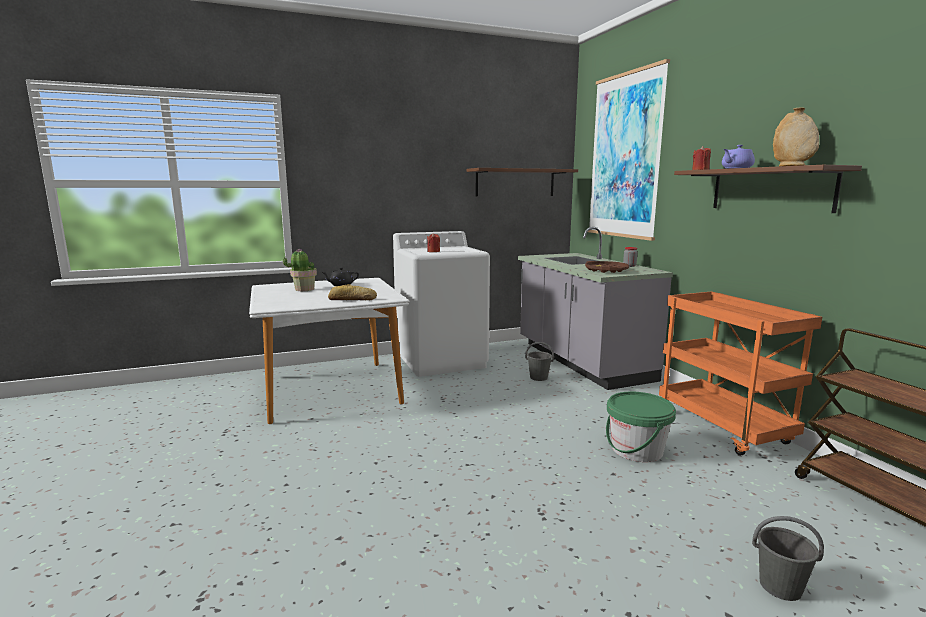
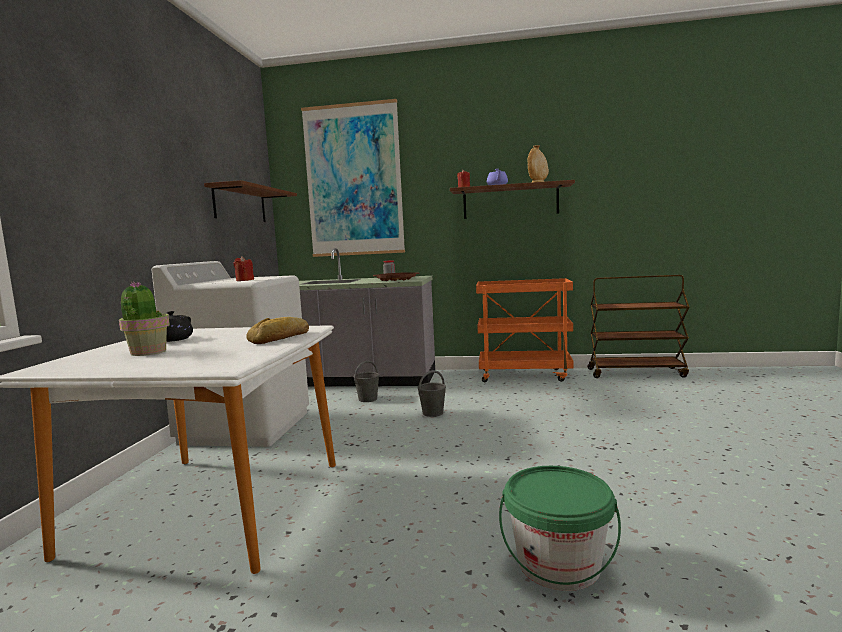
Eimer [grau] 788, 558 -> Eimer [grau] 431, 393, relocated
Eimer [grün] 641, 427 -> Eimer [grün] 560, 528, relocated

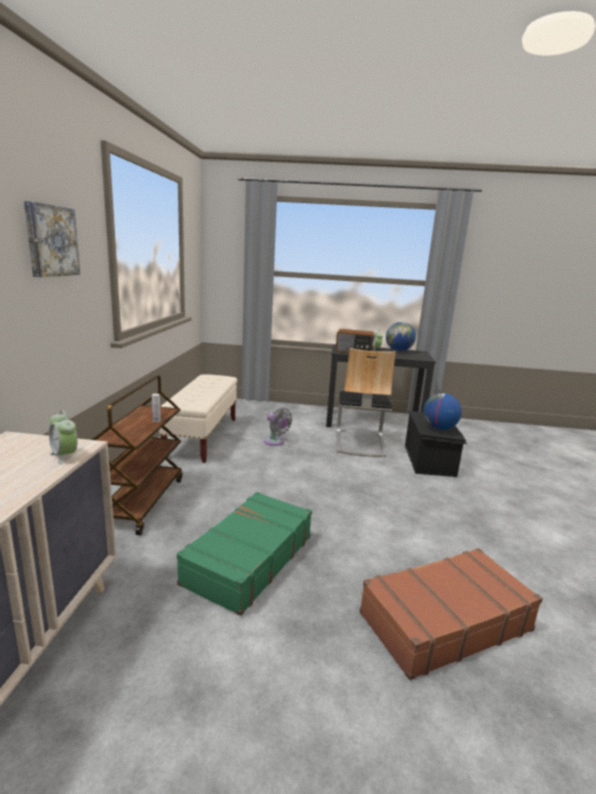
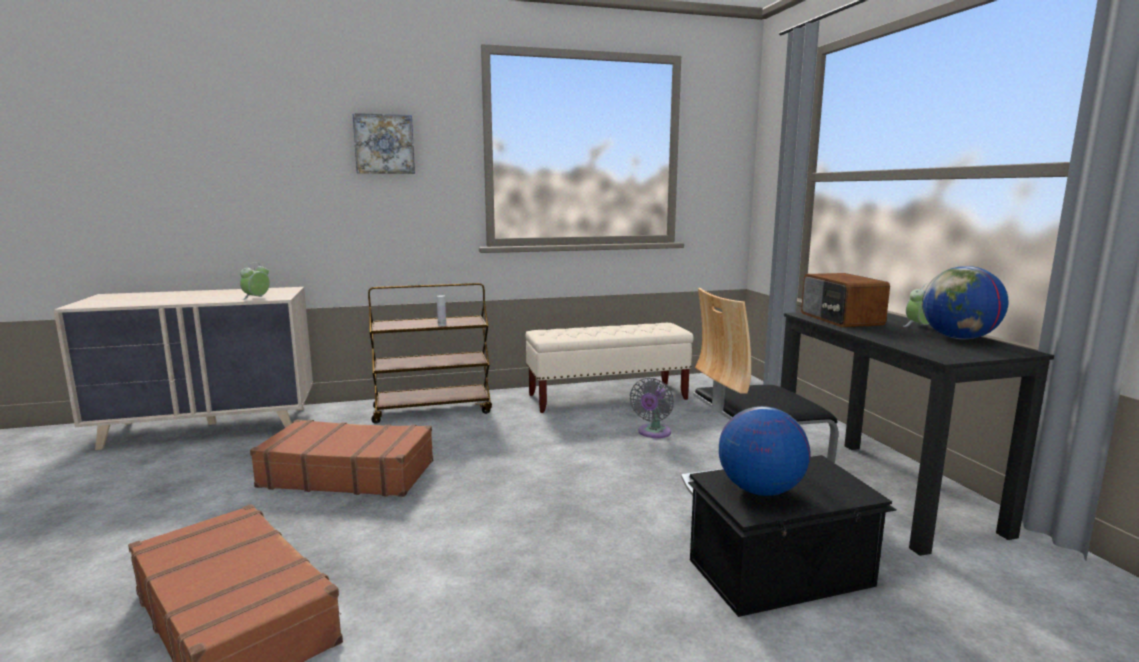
Koffer [grün] 244, 554 -> Koffer [braun] 341, 458

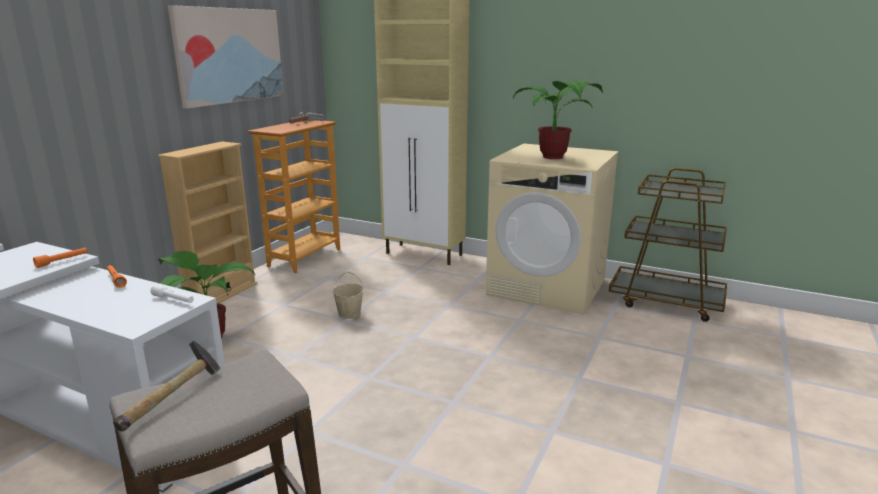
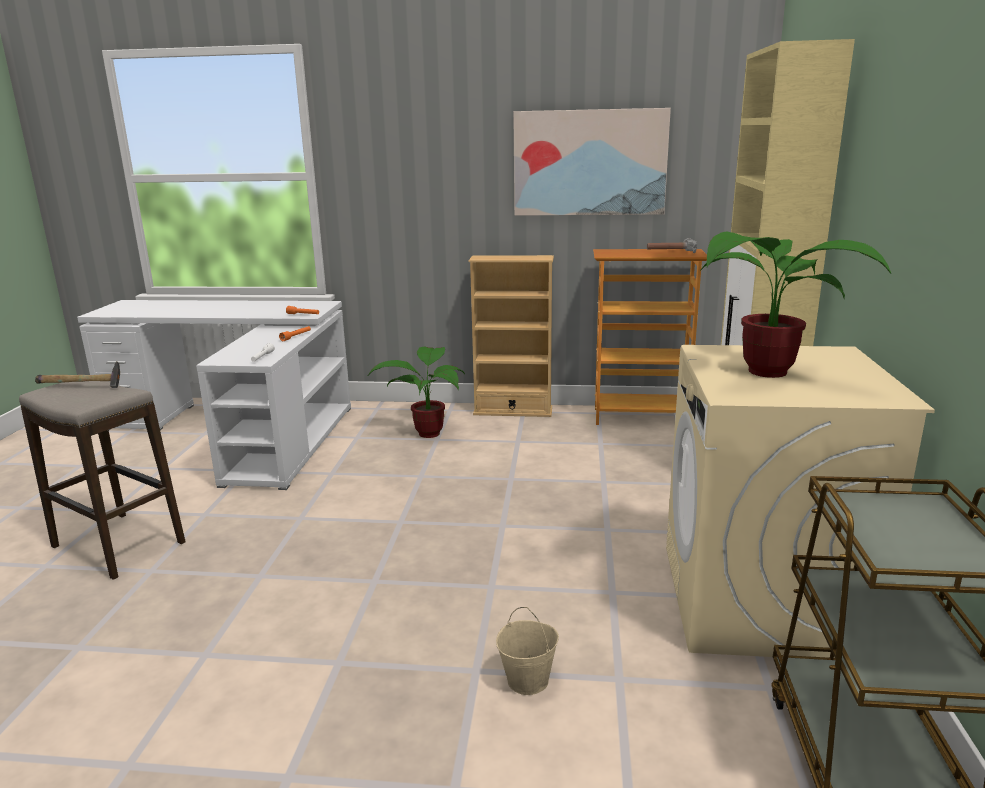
Eimer [beige] 348, 295 -> Eimer [beige] 527, 651, relocated

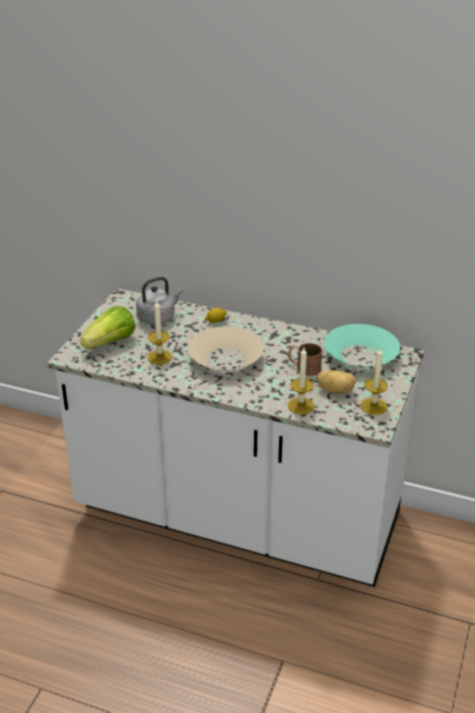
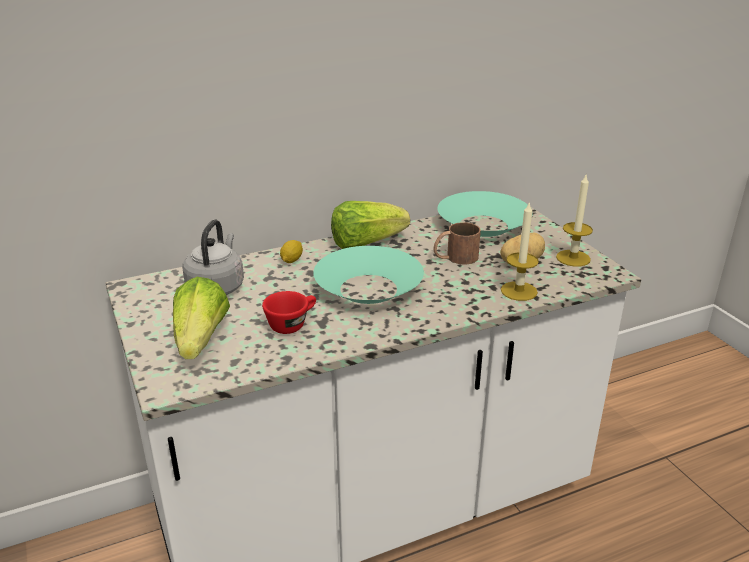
Kerze 160, 333 -> Tasse [rot] 289, 312
Schüssel [beige] 226, 349 -> Schüssel [türkis] 368, 275
none -> Salatkopf 370, 225

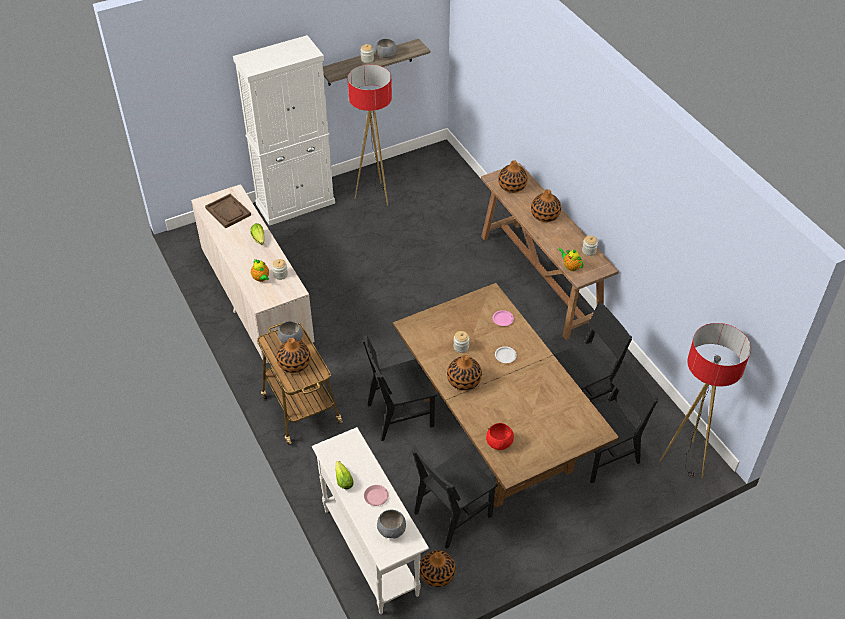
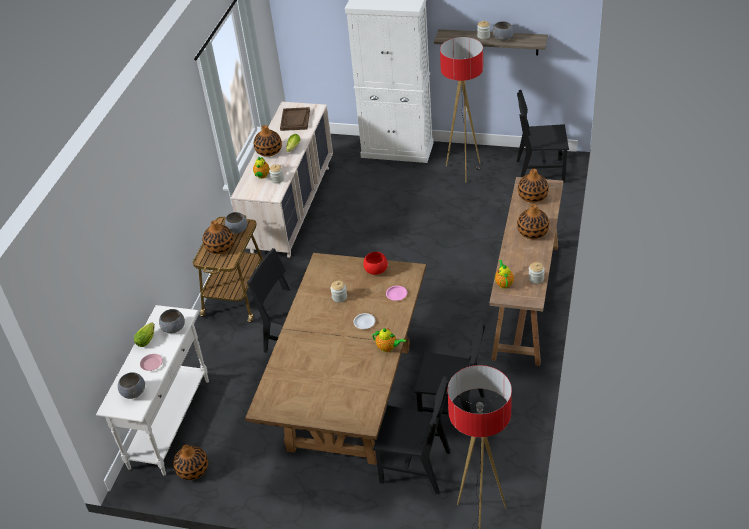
none -> Schüssel [grau] 172, 321
Vase 464, 372 -> Vase 268, 141, relocated
Schüssel [rot] 500, 436 -> Schüssel [rot] 375, 263, relocated
none -> Teekanne 389, 340
Stuhl [schwarz] 455, 497 -> Stuhl [schwarz] 543, 136, relocated

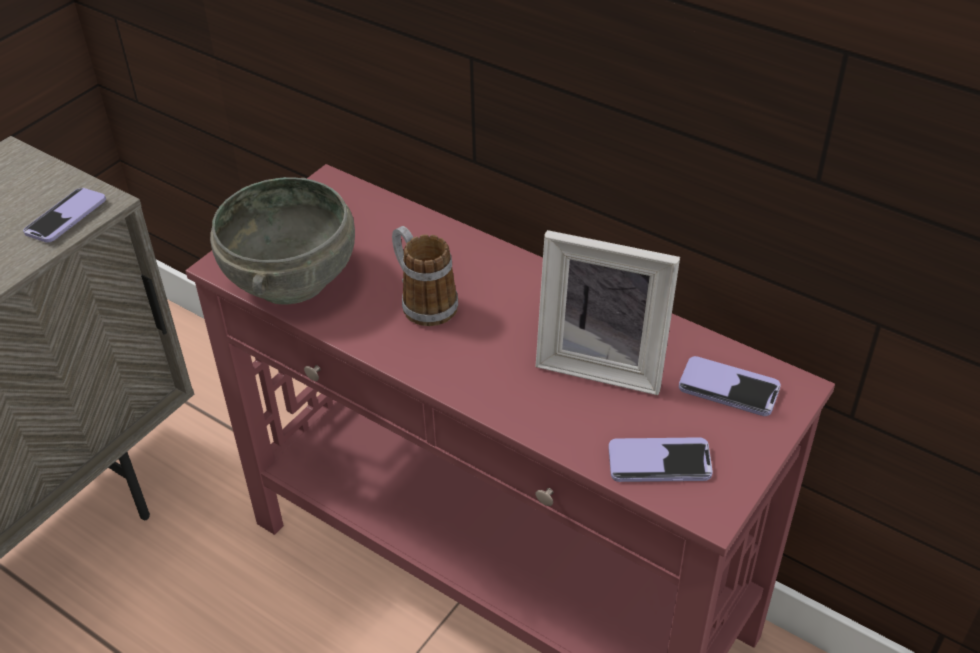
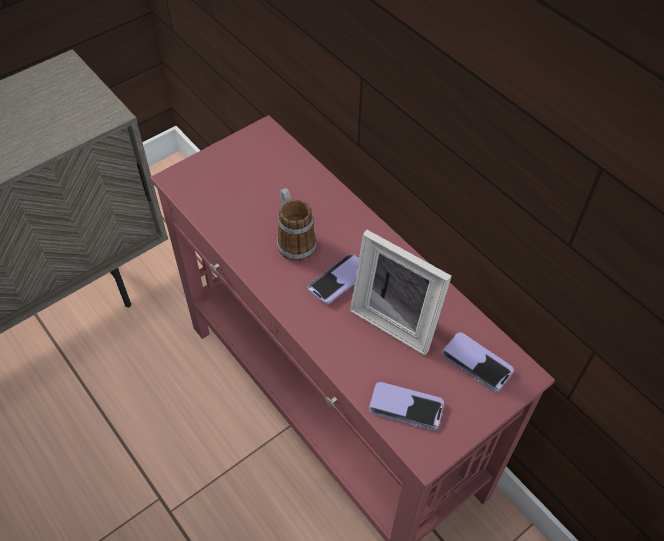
Handy 64, 215 -> Handy 333, 279, relocated
Schüssel [grau] 282, 241 -> none

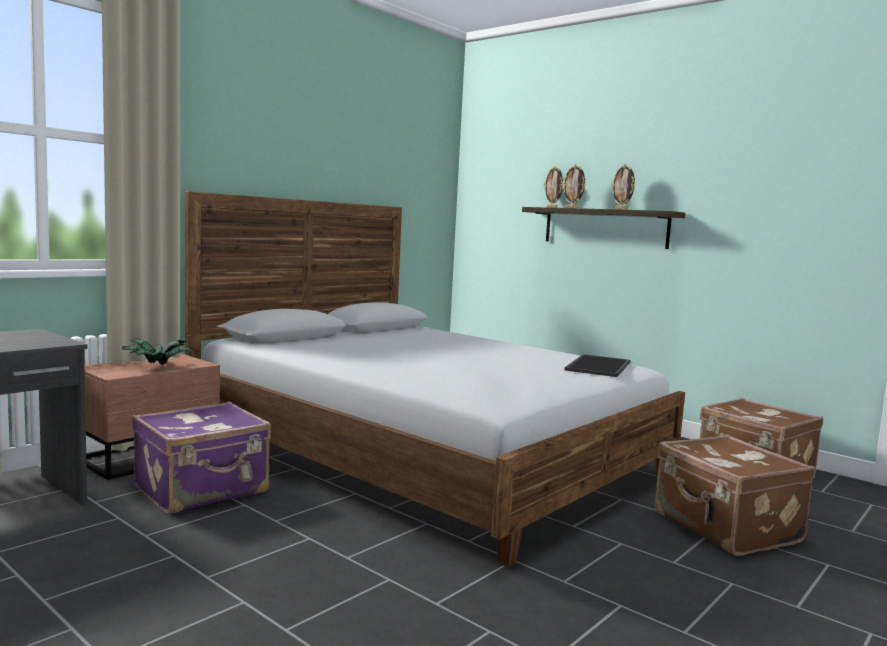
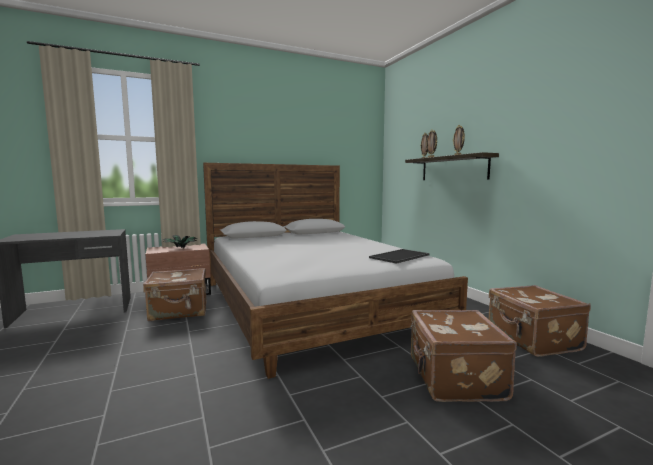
Koffer [lila] 201, 457 -> Koffer [braun] 175, 294

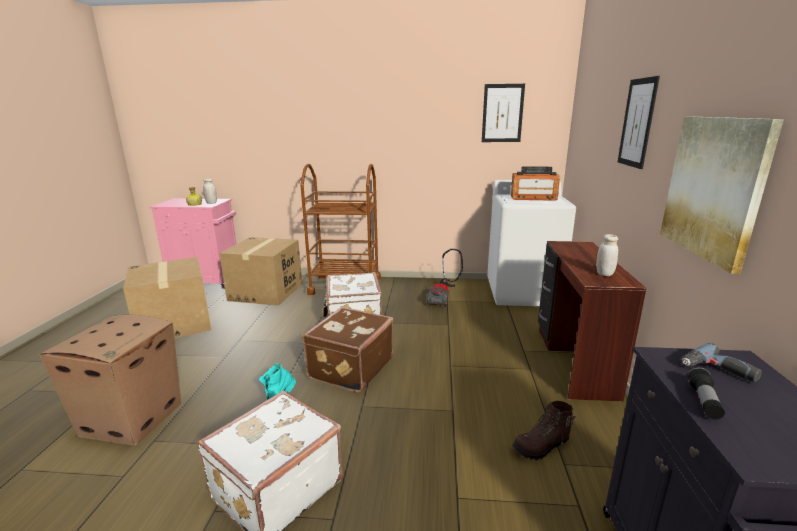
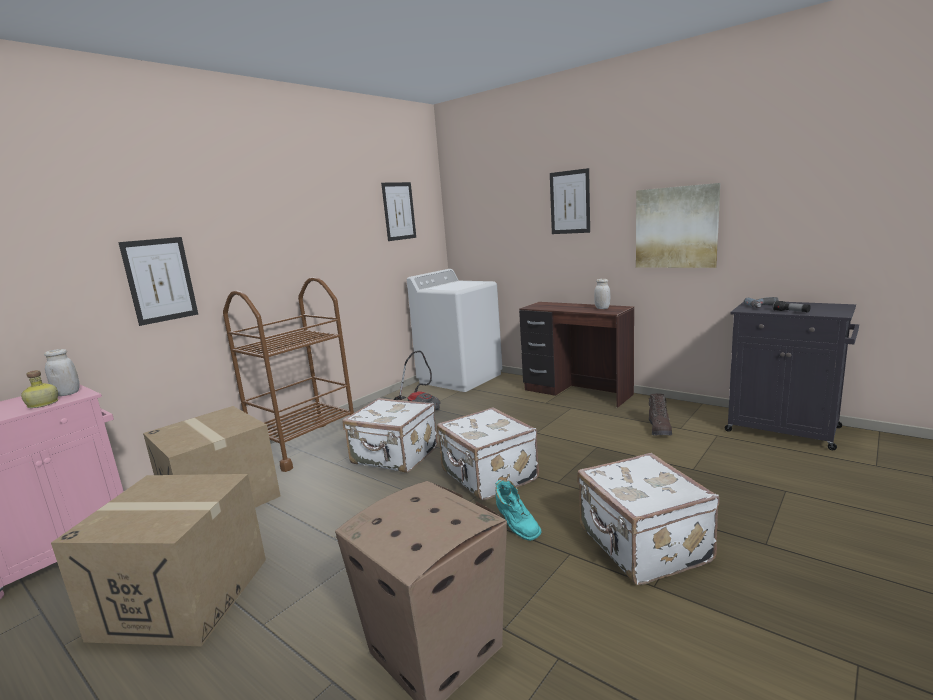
none -> Bild 158, 281
Koffer [braun] 347, 350 -> Koffer [weiß] 488, 454
Radio 535, 183 -> none

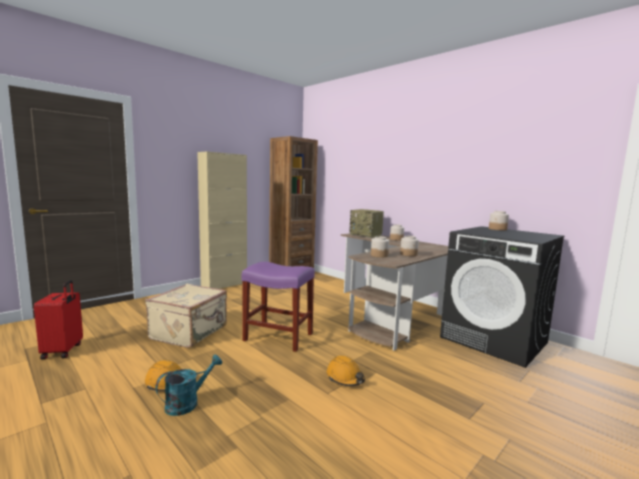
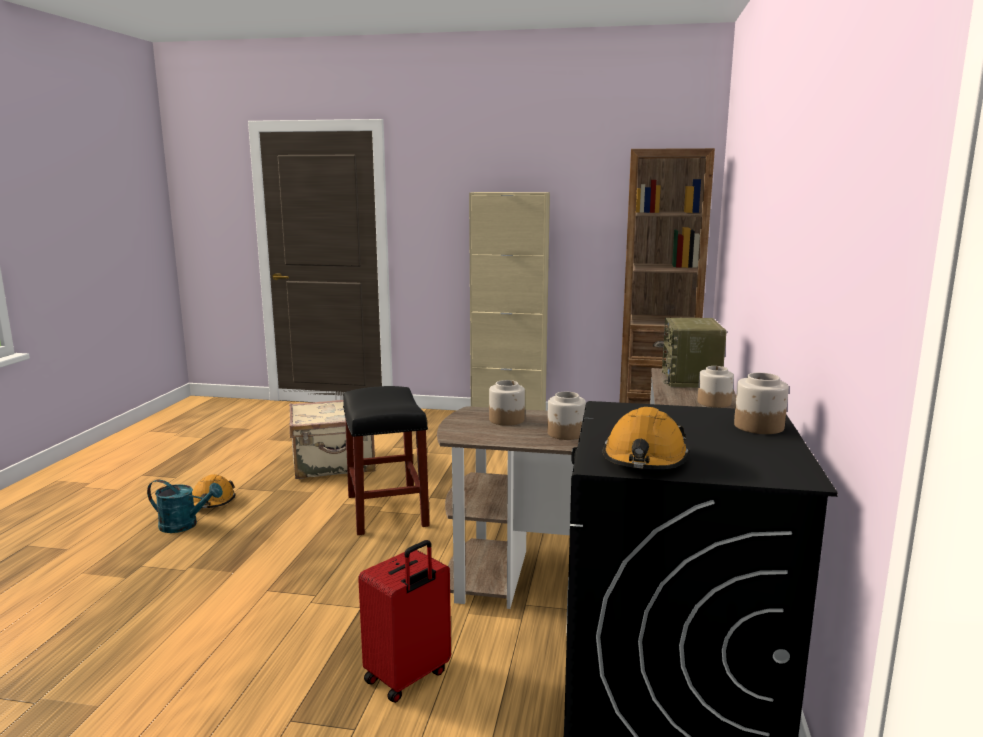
Hocker [lila] 278, 307 -> Hocker [schwarz] 386, 460
Koffer [rot] 58, 320 -> Koffer [rot] 404, 621, relocated
Schutzhelm [orange] 345, 371 -> Schutzhelm [orange] 646, 438, relocated

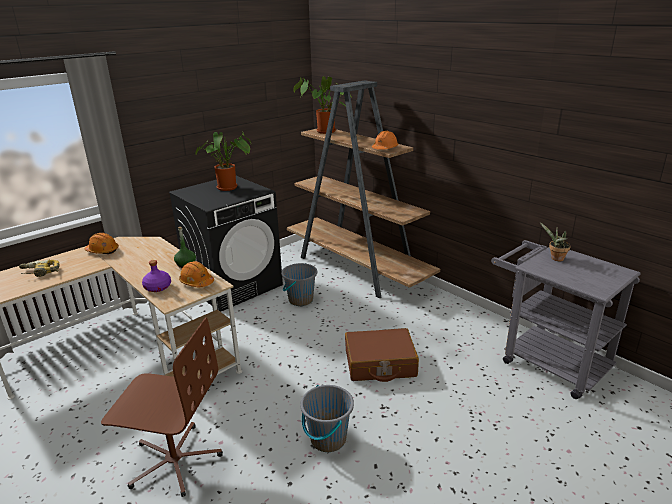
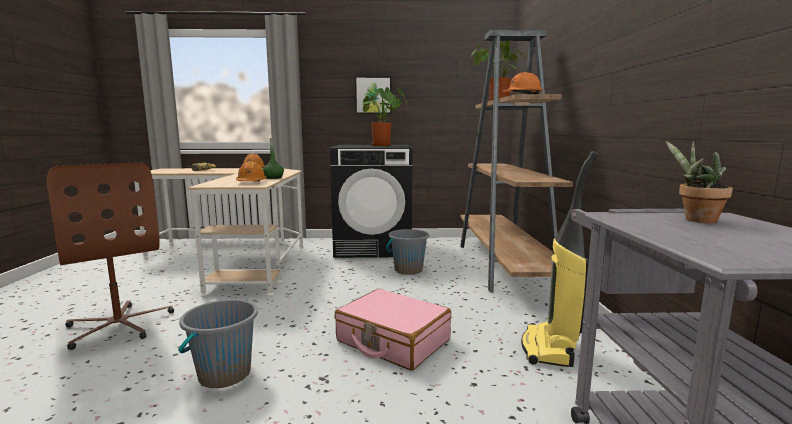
Koffer [braun] 382, 355 -> Koffer [rosa] 392, 330
none -> Bild 373, 95
none -> Staubsauger 560, 259
Flasche [lila] 156, 276 -> none

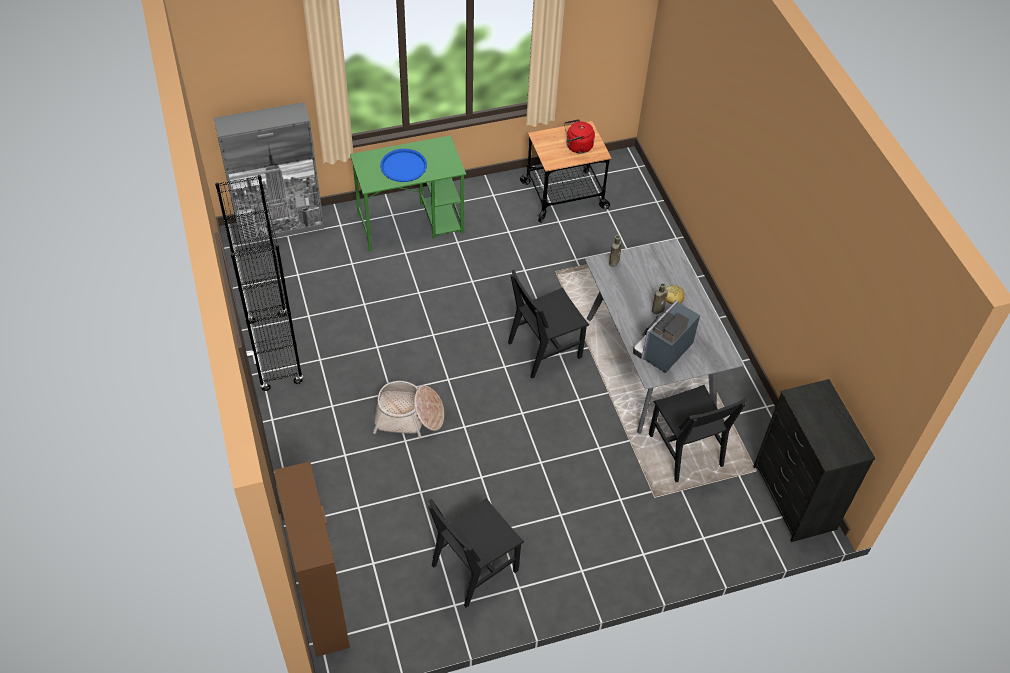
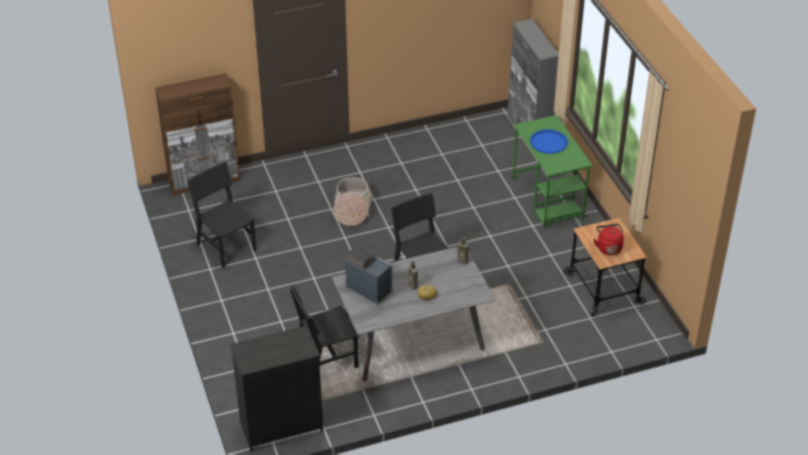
Bücherregal [schwarz] 259, 283 -> none

